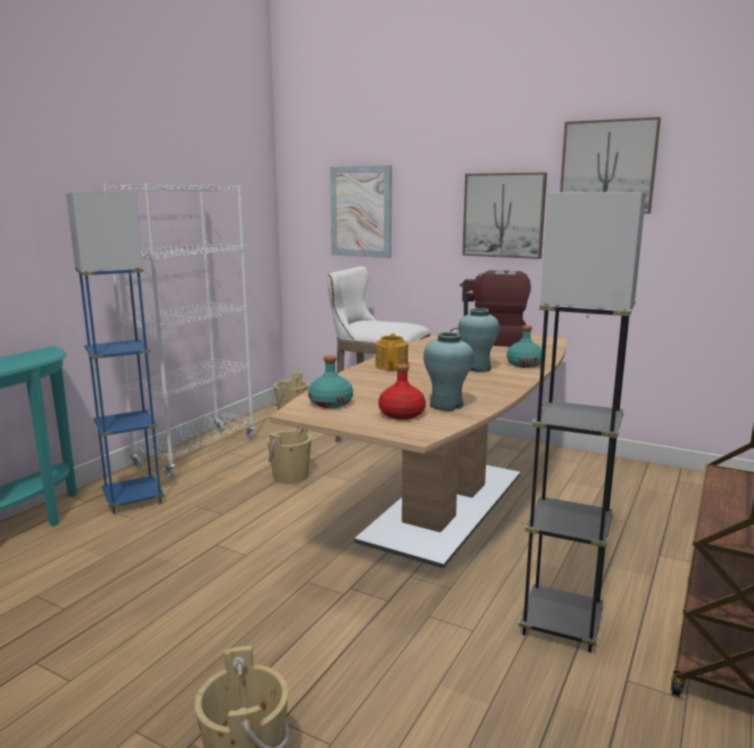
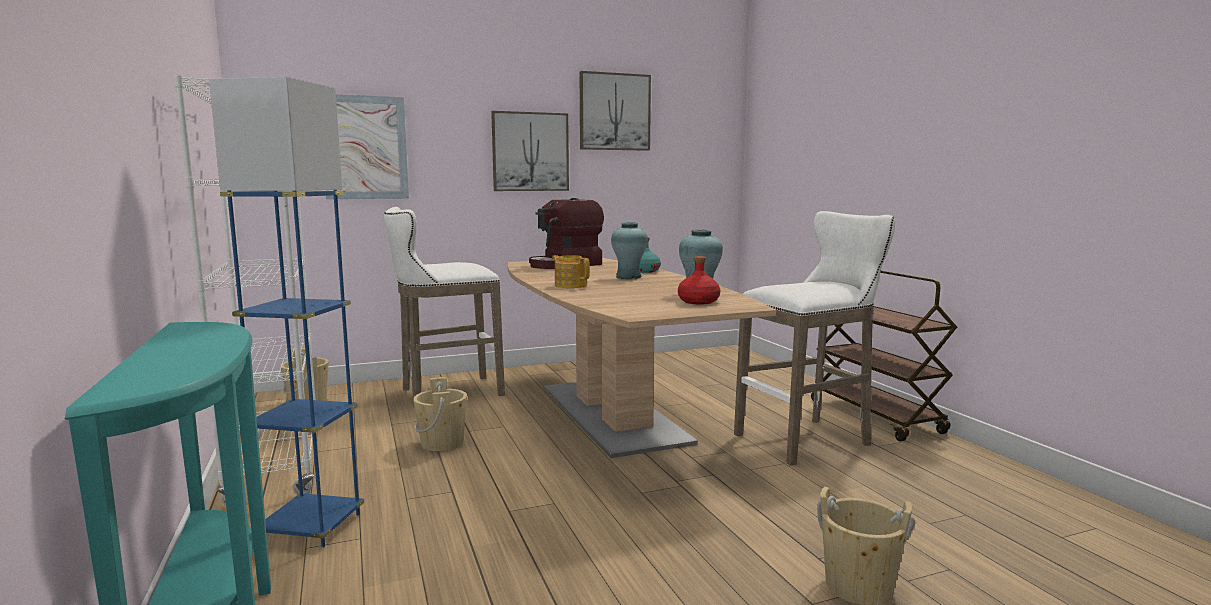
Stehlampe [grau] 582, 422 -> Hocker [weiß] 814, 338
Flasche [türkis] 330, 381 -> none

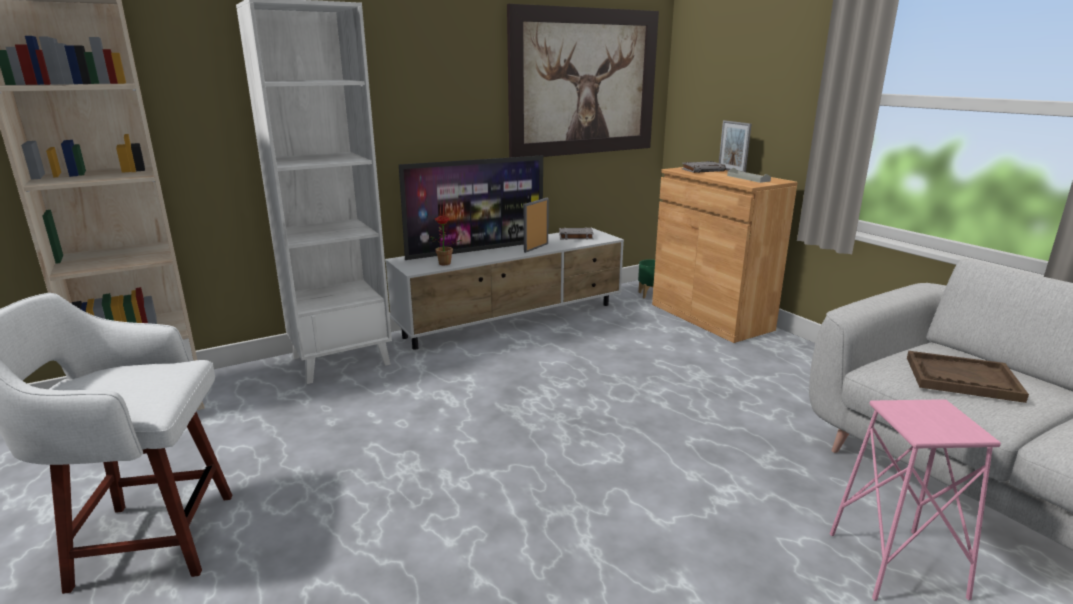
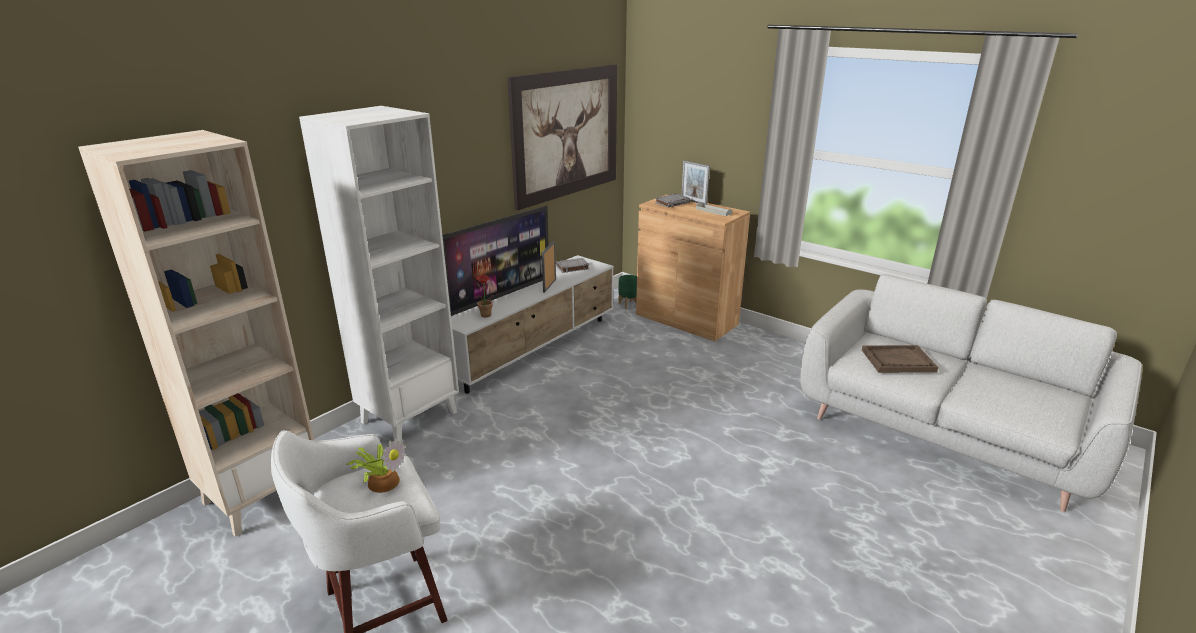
none -> Topfpflanze 375, 465
Hocker [rosa] 915, 500 -> none

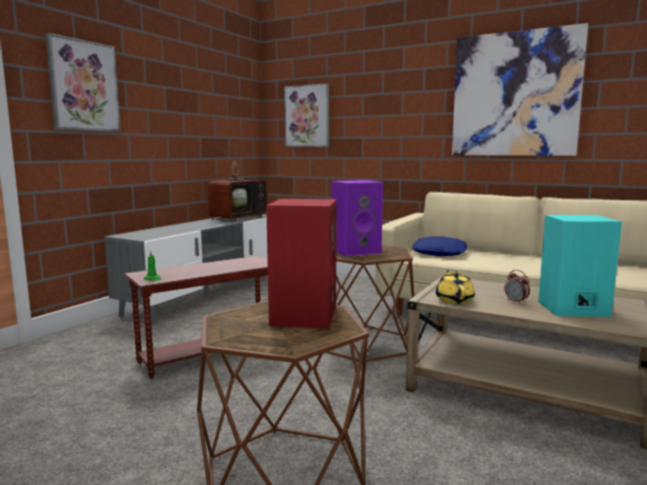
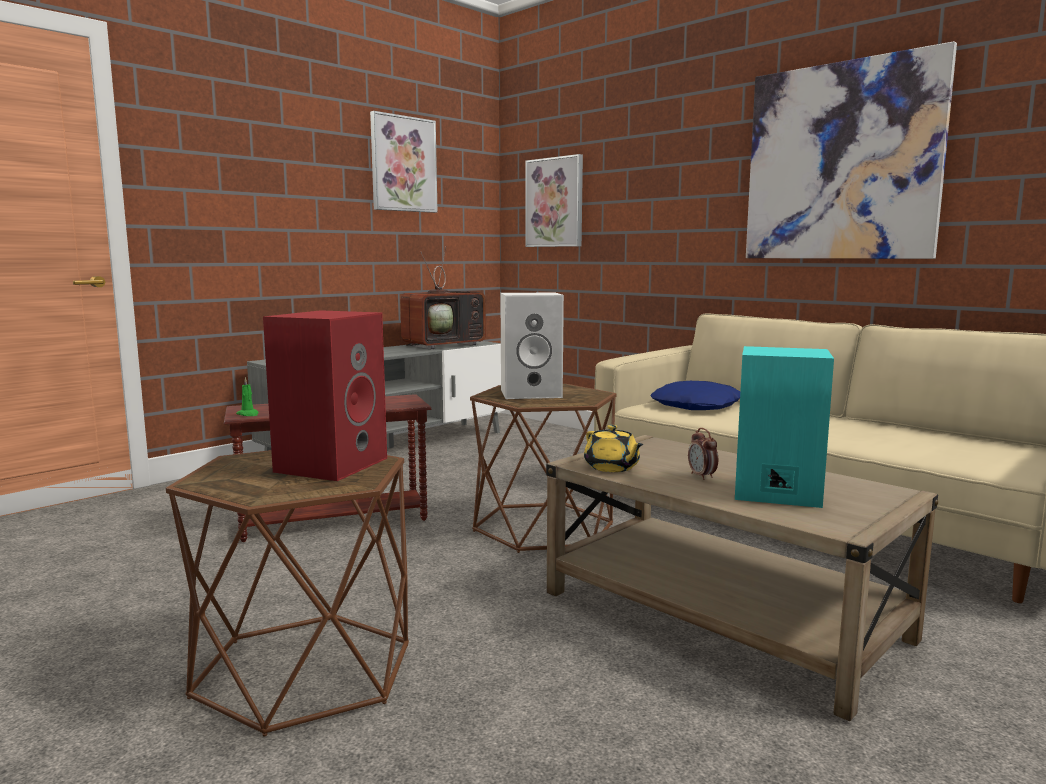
Bild 83, 82 -> Bild 404, 162, relocated
Lautsprecher [lila] 357, 218 -> Lautsprecher [weiß] 532, 346
Teekanne [gelb] 455, 287 -> Teekanne [gelb] 614, 448, 135 degrees clockwise

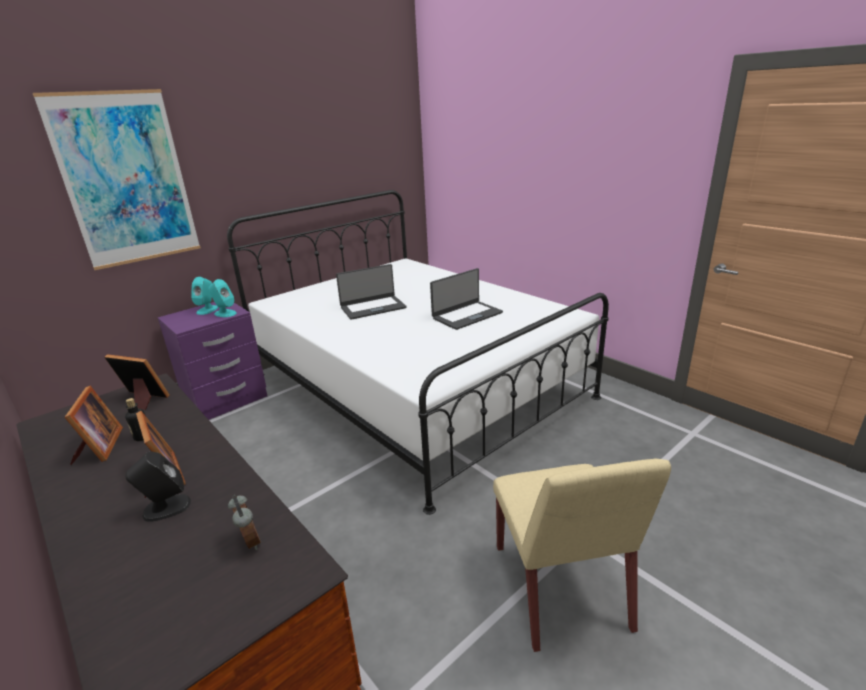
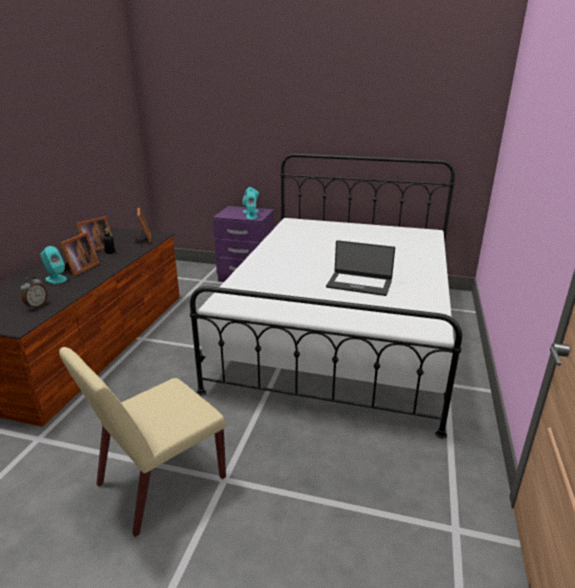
Lautsprecher [schwarz] 158, 486 -> Lautsprecher [türkis] 54, 265
Bild 117, 179 -> none
Laptop 371, 292 -> none

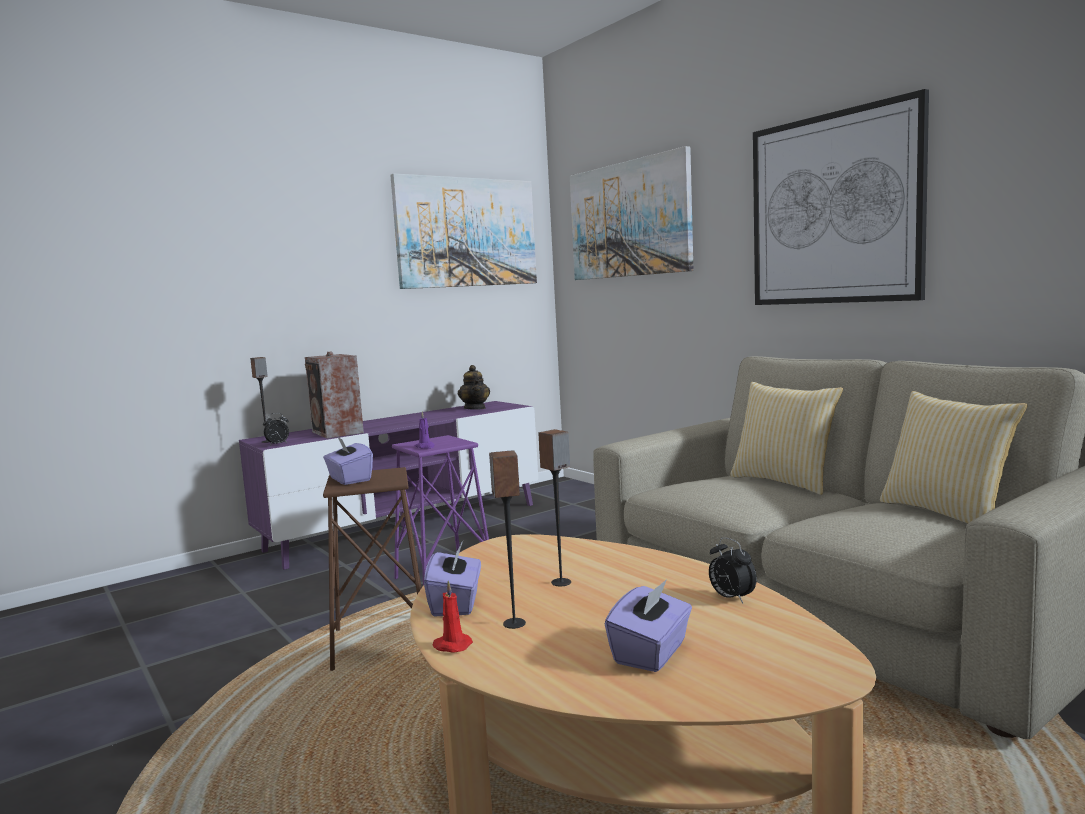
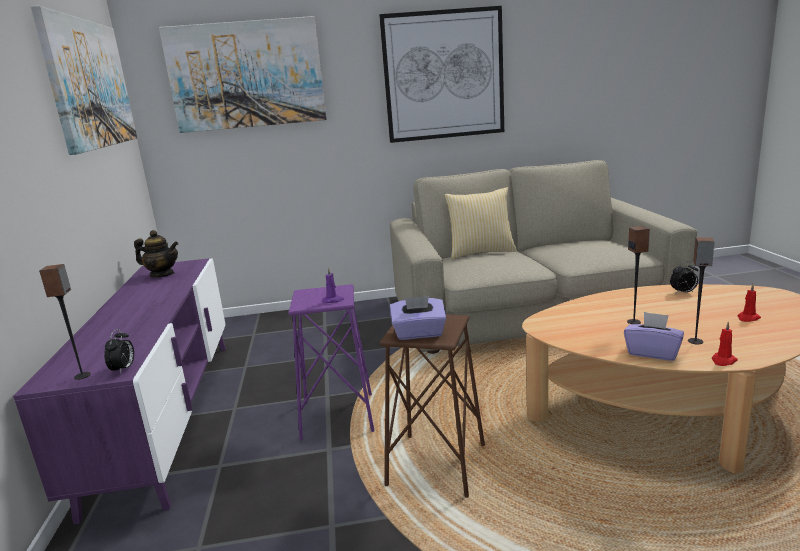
Taschentuchbox [lila] 648, 625 -> Kerze [rot] 749, 303
Lautsprecher 334, 395 -> none
Kissen 954, 457 -> none

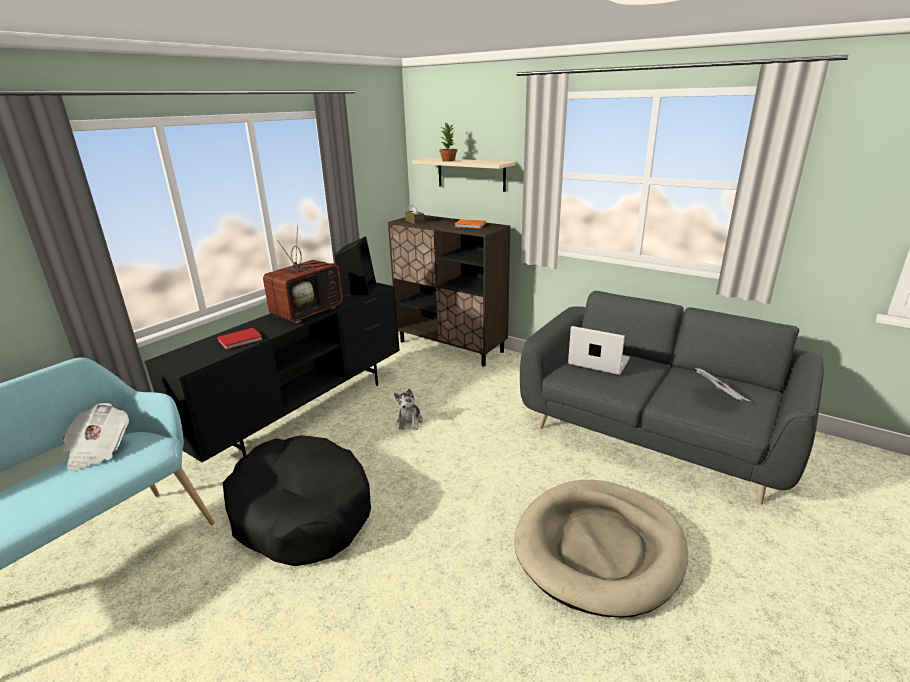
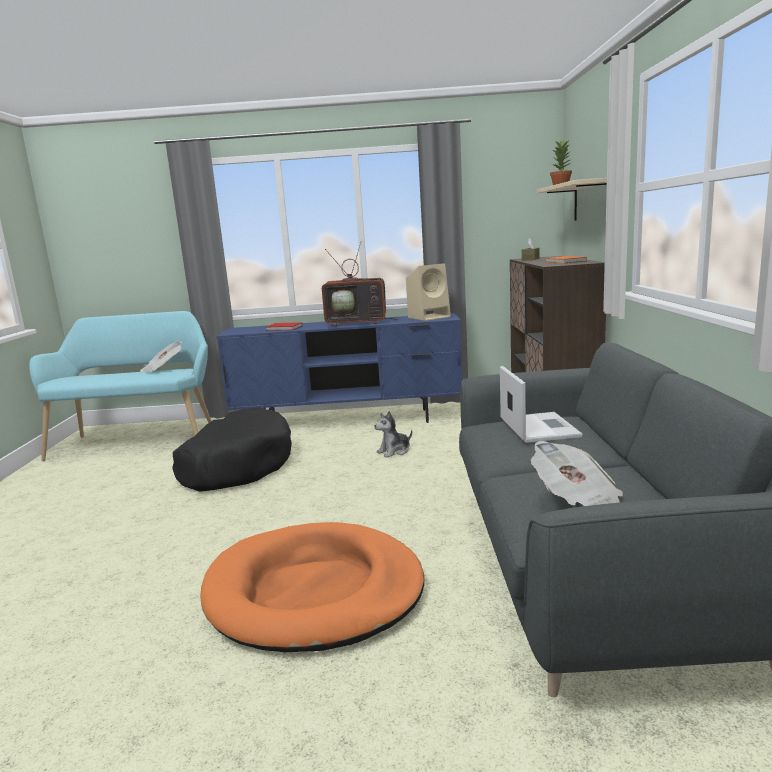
Hundebett [beige] 601, 549 -> Hundebett [orange] 312, 587
Fernsehschrank [schwarz] 272, 372 -> Fernsehschrank [blau] 339, 368
Lautsprecher [schwarz] 356, 265 -> Lautsprecher [beige] 428, 292

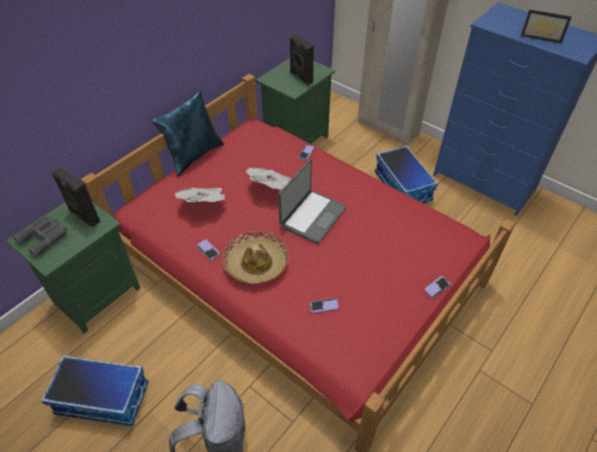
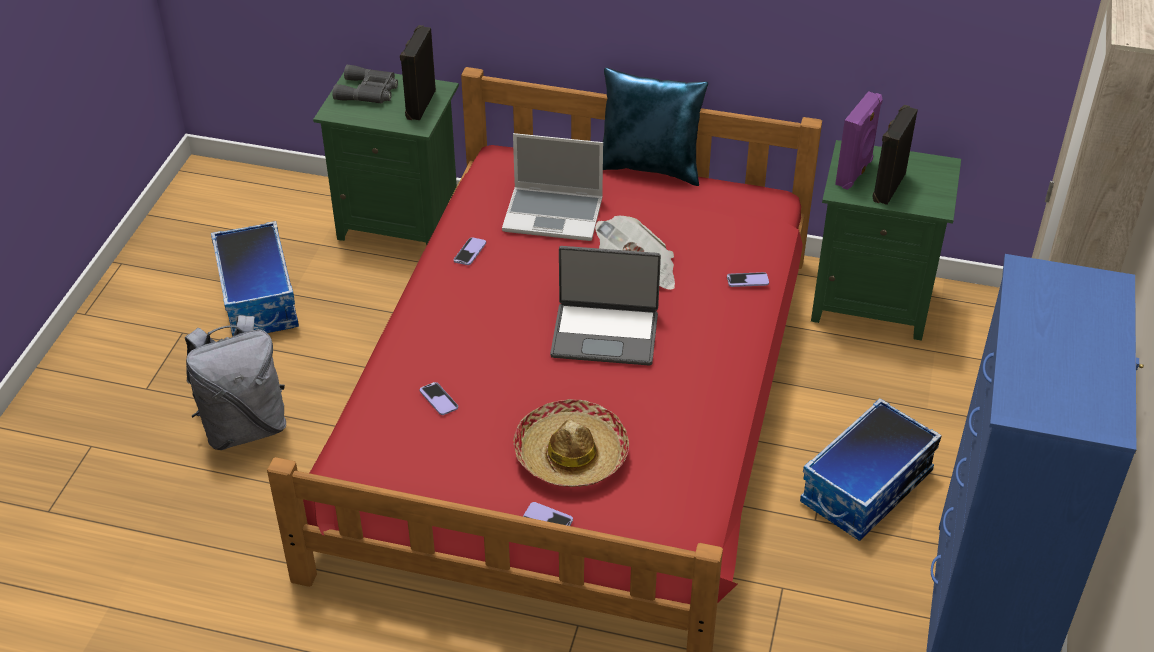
Zeitung 200, 194 -> Laptop 552, 187
Hut 255, 257 -> Hut 571, 443, relocated
none -> Lautsprecher [lila] 859, 140
Bilderrahmen 546, 26 -> none

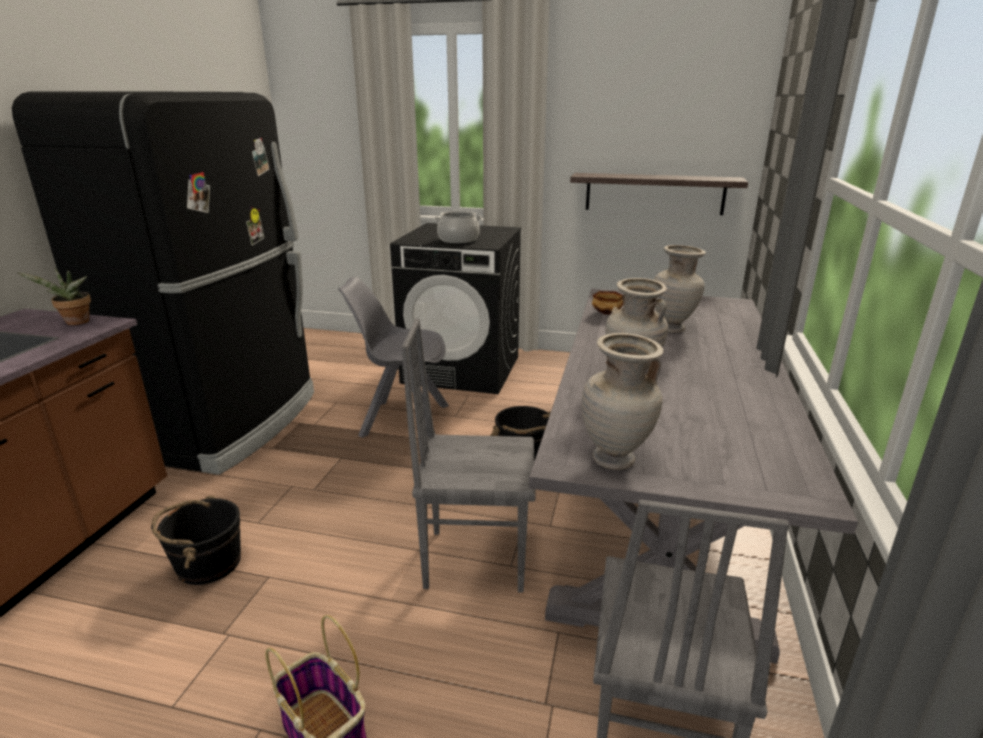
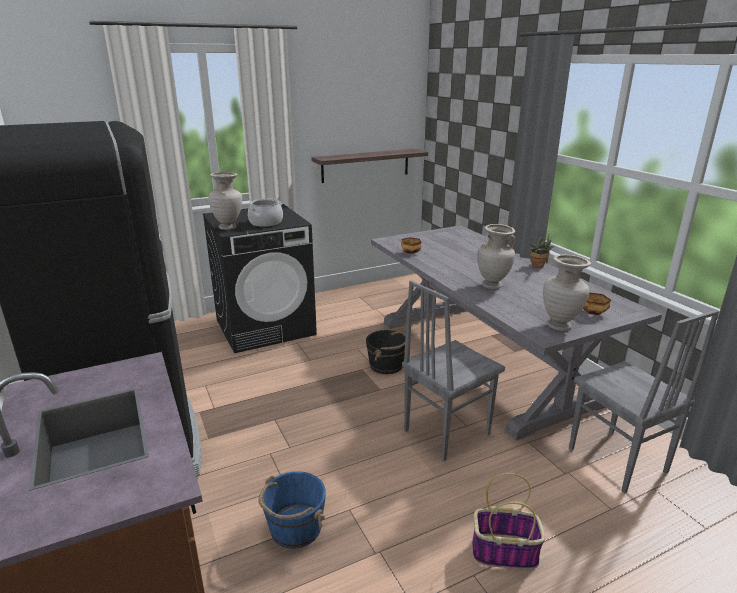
Vase [beige] 680, 289 -> Vase [beige] 225, 201, relocated
Eimer [schwarz] 196, 540 -> Eimer [blau] 292, 510
Topfpflanze 54, 296 -> Topfpflanze 542, 251, relocated
none -> Schüssel 597, 303
Stuhl [grau] 393, 357 -> none

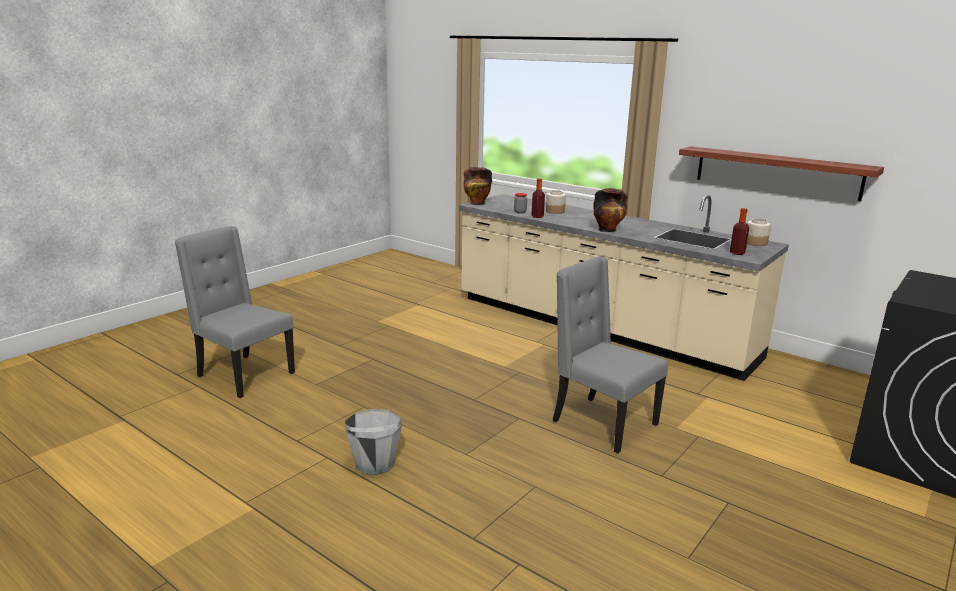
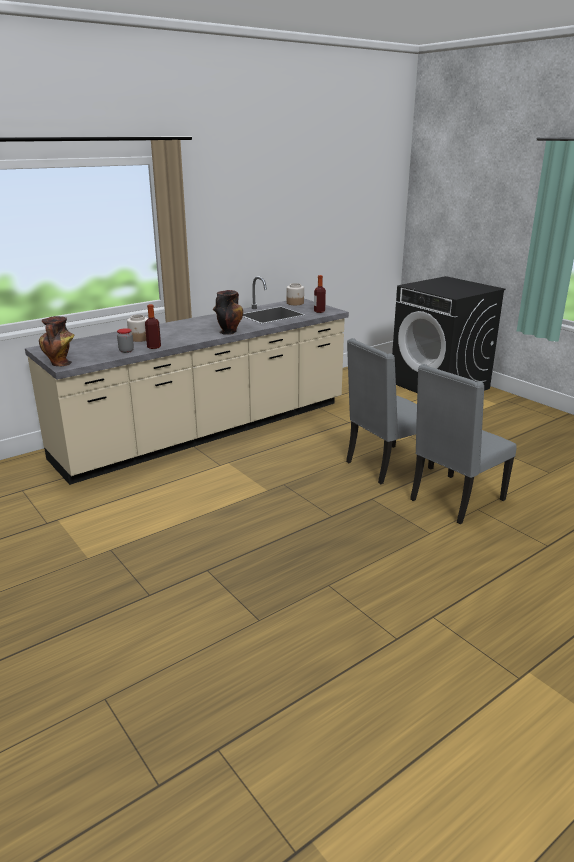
Stuhl [grau] 235, 312 -> Stuhl [grau] 463, 444, relocated
Eimer [grau] 373, 442 -> none
Wandregal 781, 174 -> none

